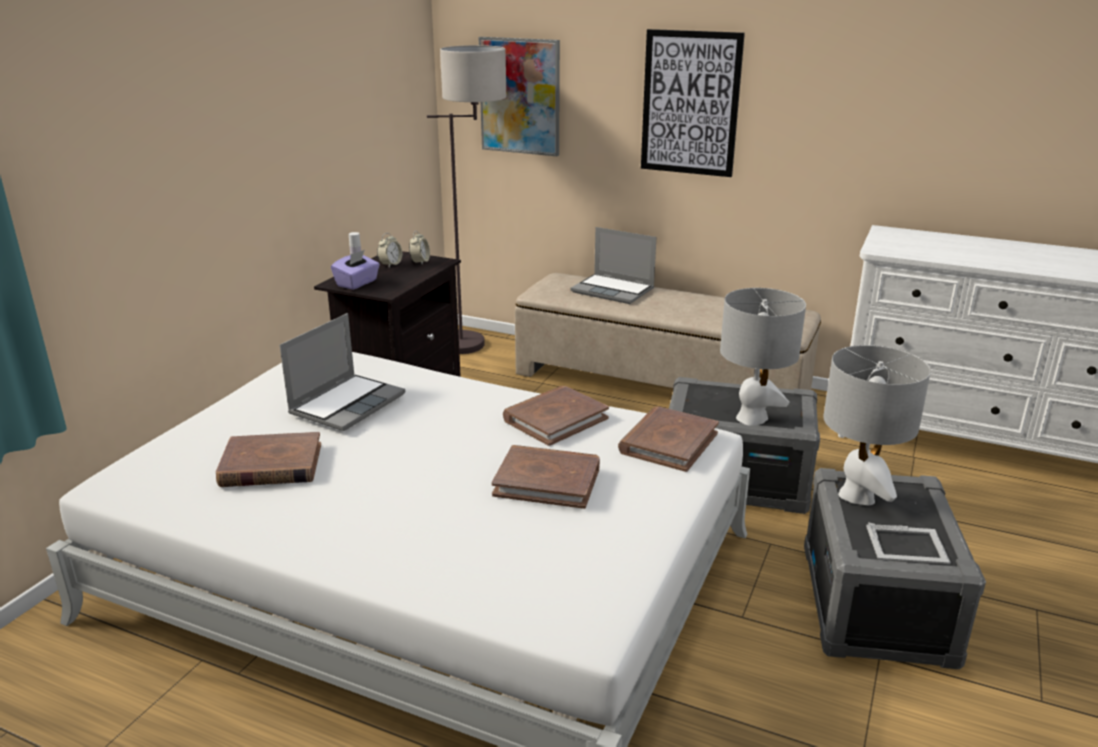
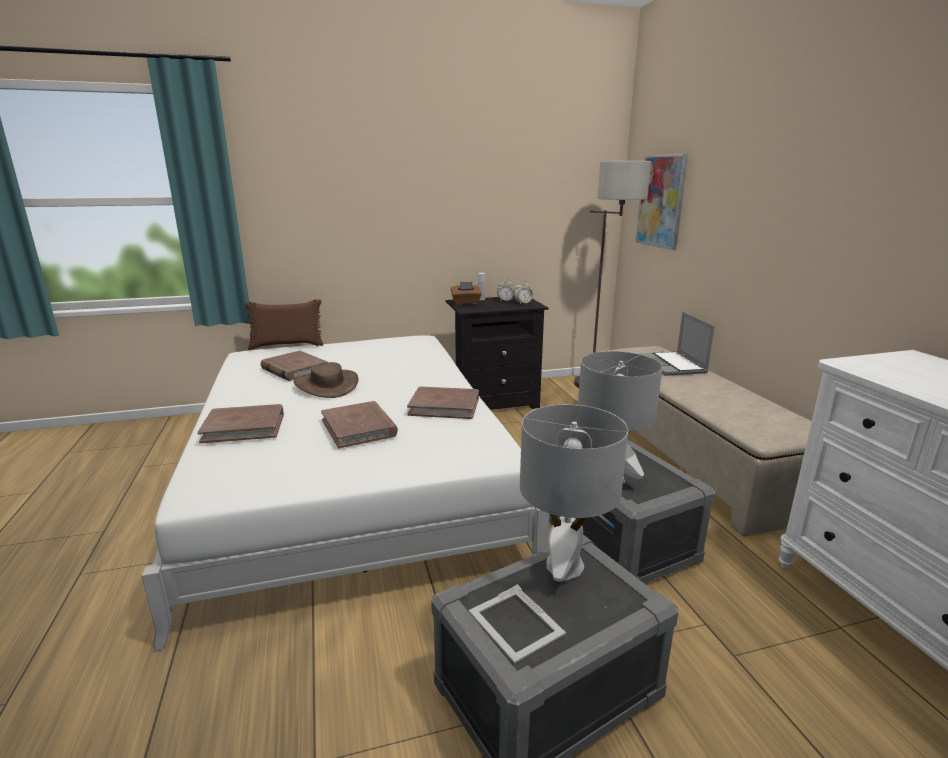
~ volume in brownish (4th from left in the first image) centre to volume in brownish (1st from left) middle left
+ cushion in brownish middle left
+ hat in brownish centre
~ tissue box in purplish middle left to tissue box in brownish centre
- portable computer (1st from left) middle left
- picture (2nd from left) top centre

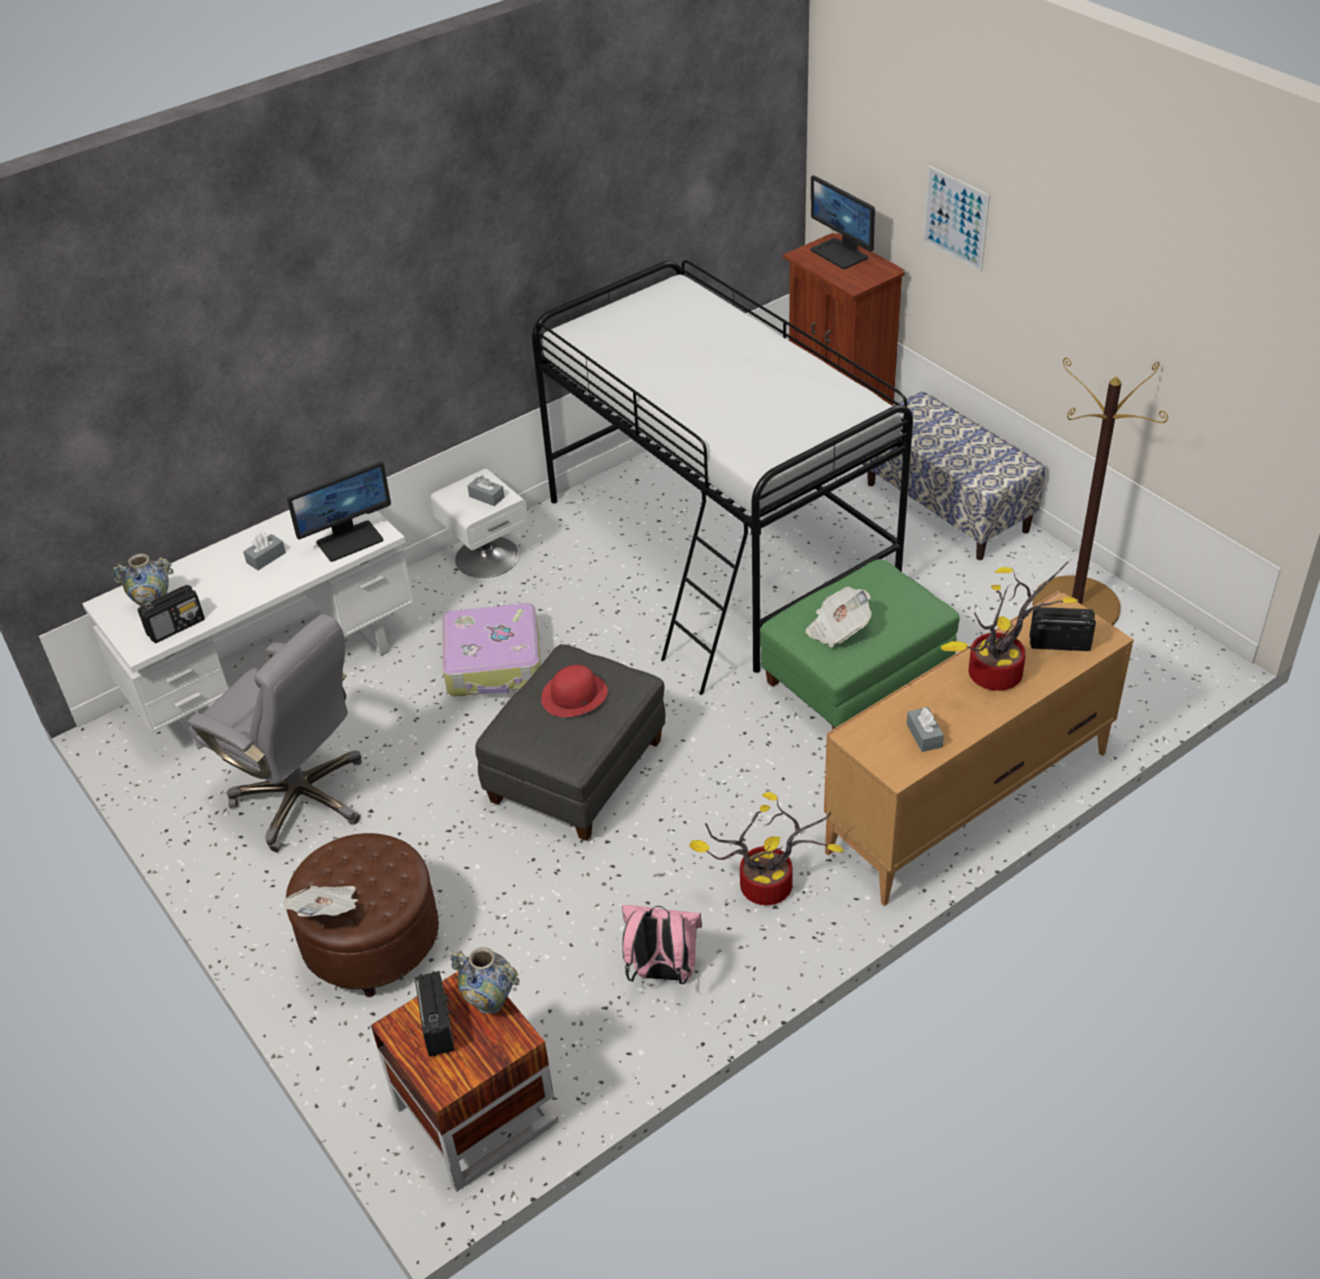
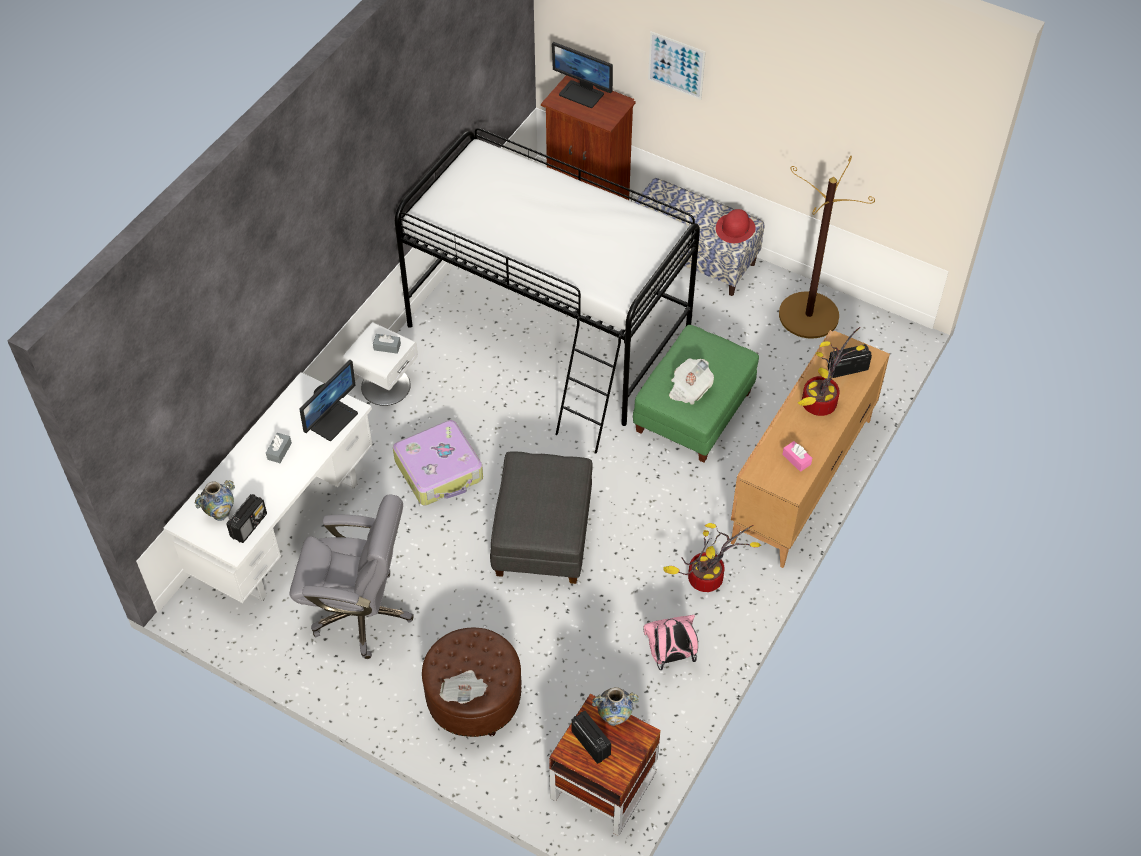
~ hat in red-coloured centre to top centre
~ tissue box in grey (3rd from left) middle right to tissue box in pinkish middle right

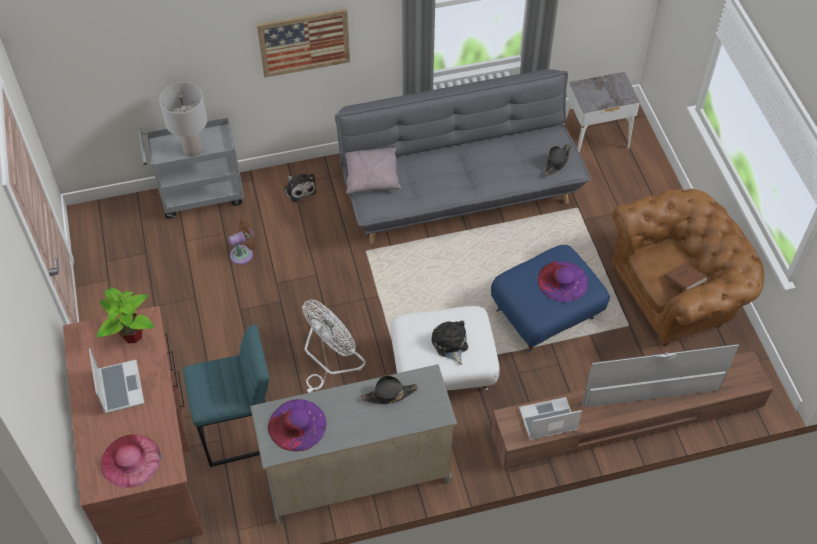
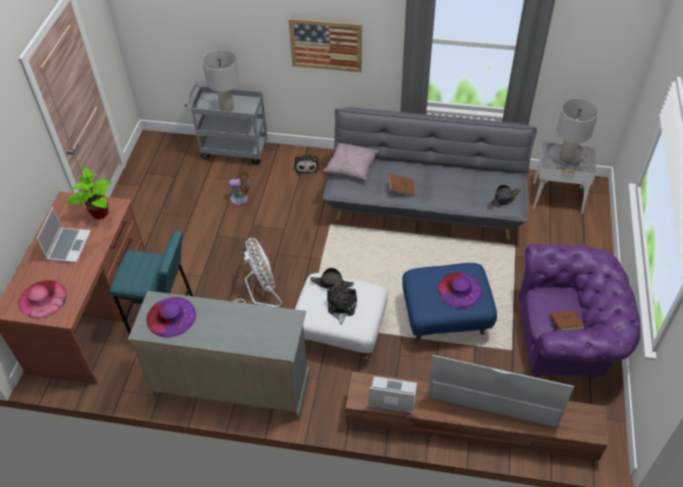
~ hat in black (1st from left) bottom centre to centre
+ volume in brownish (1st from left) centre
~ armchair in brownish middle right to armchair in purplish middle right
+ table lamp in grey (2nd from left) top right

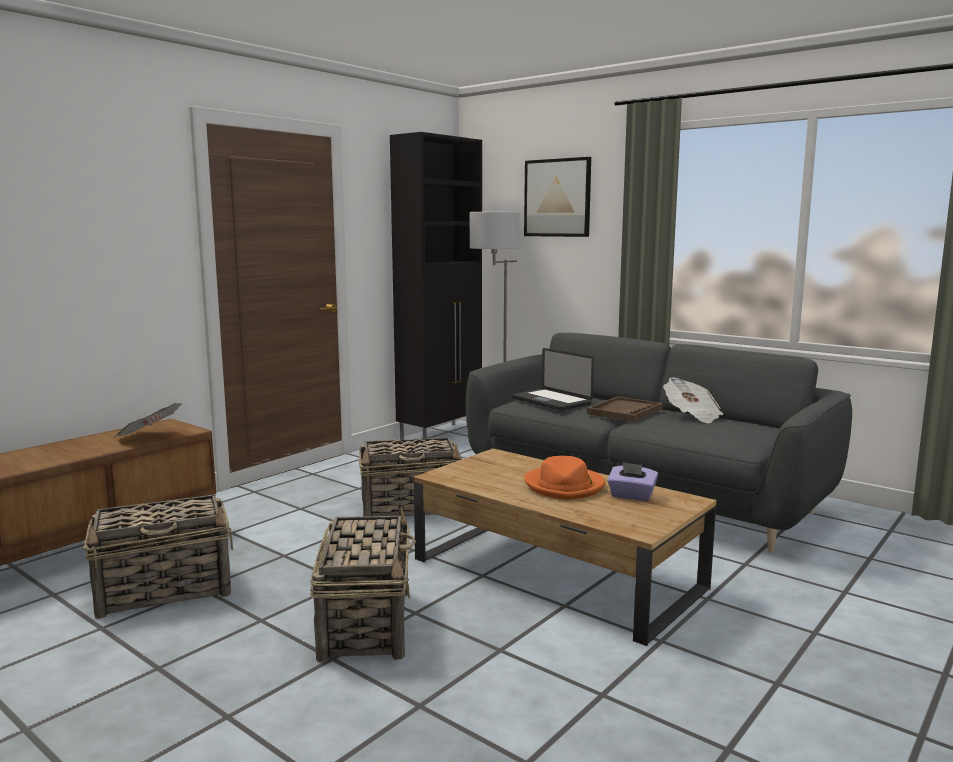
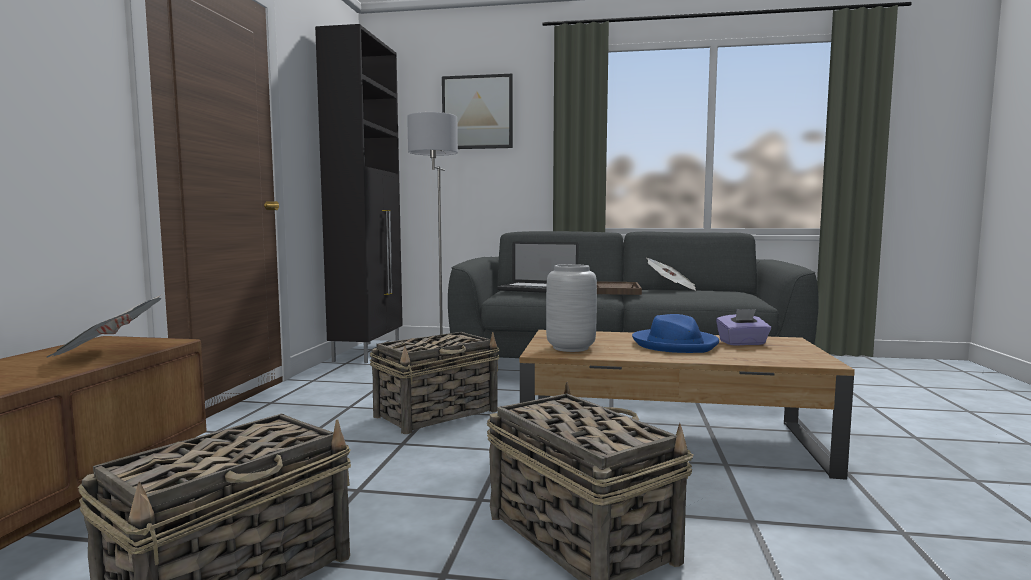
+ flower vase in grey centre
~ hat in orange-coloured centre to hat in blue-coloured centre

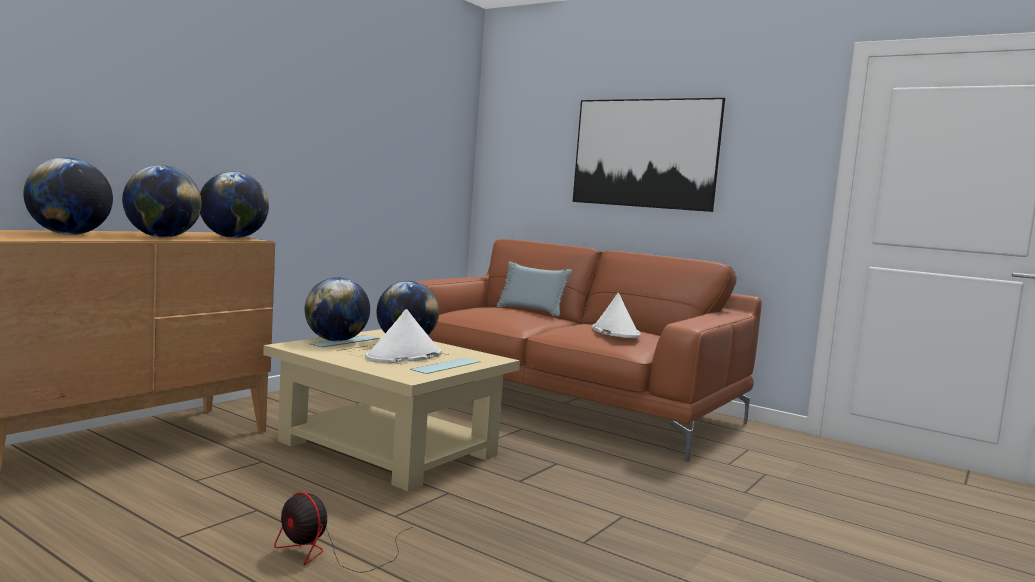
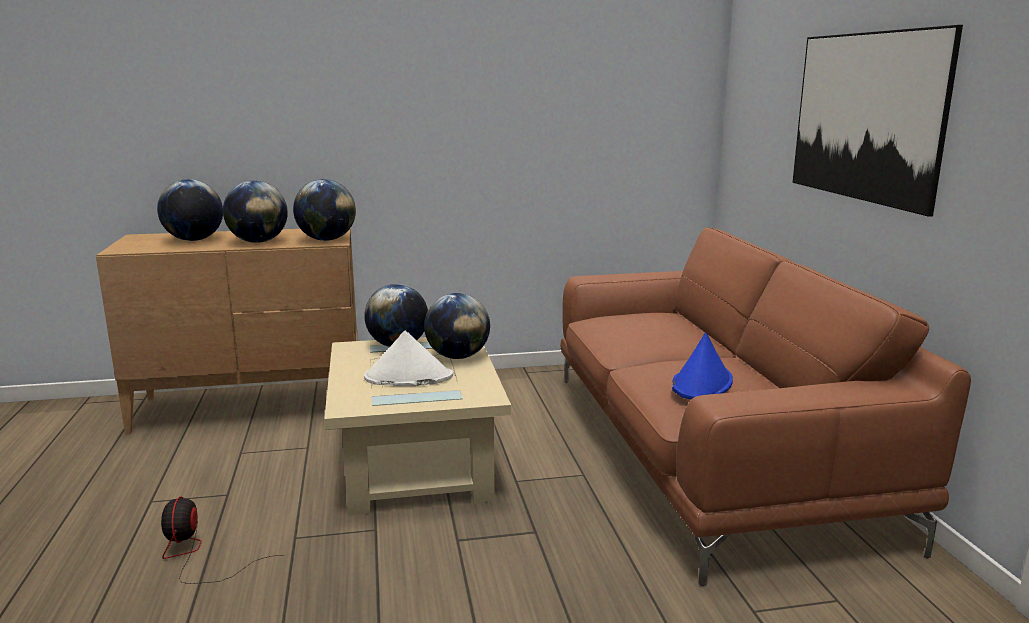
~ hat in white-coloured (2nd from left) centre to hat in blue-coloured middle right
- cushion in blue-coloured centre

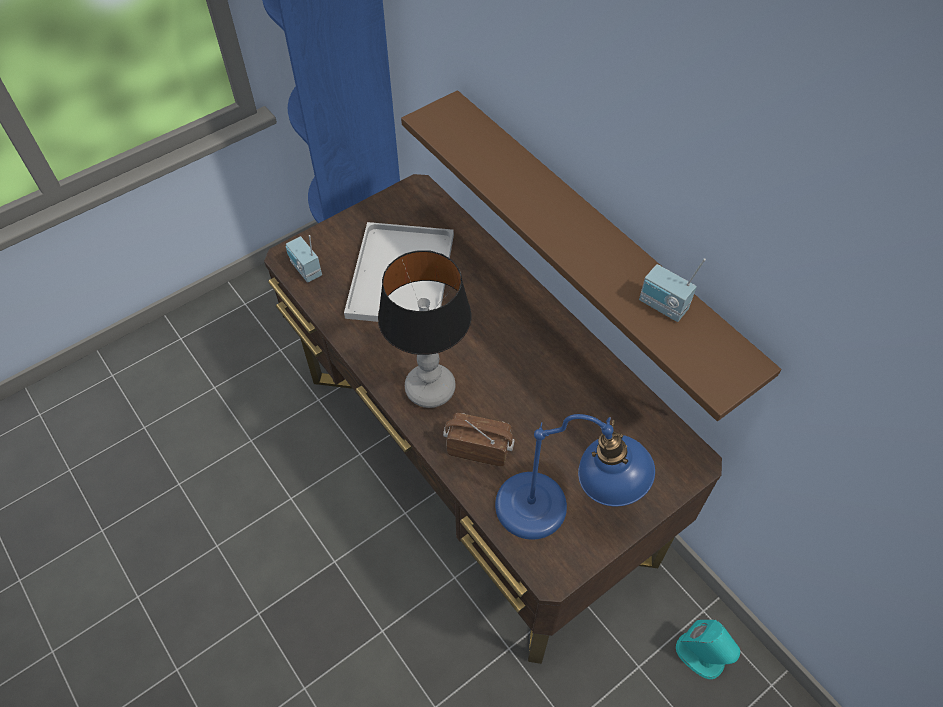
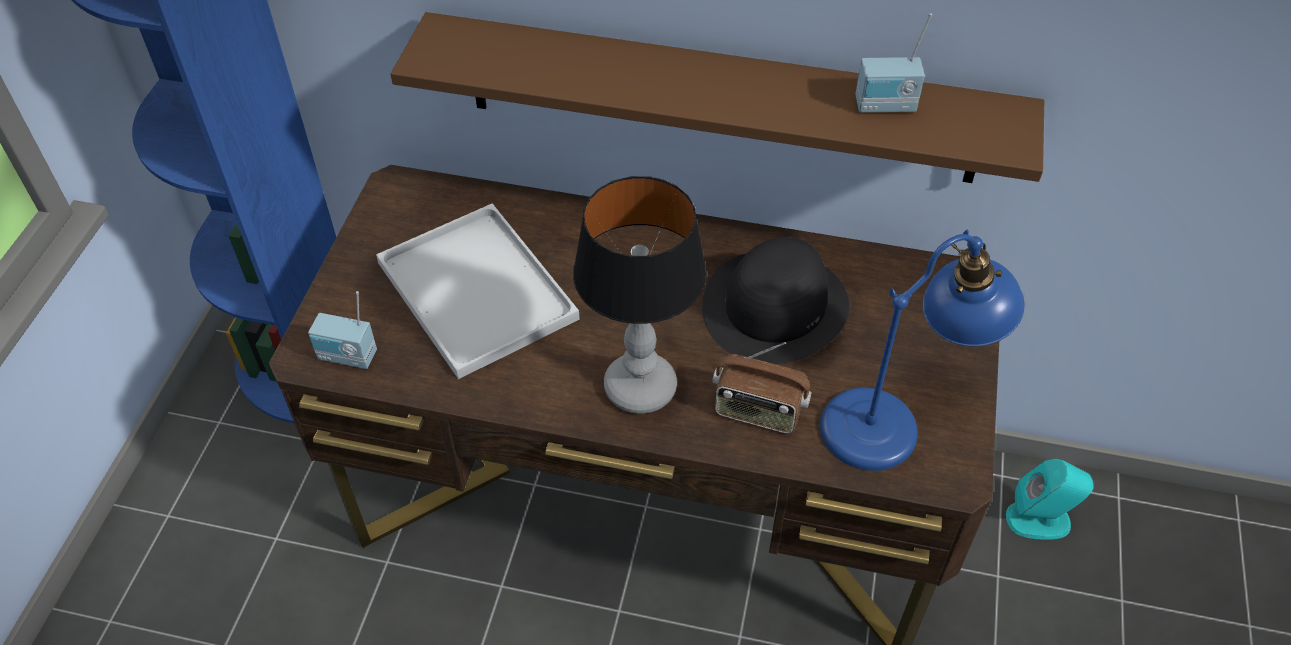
+ hat in black centre
~ radio set (2nd from left) centre = centre 135 degrees counterclockwise

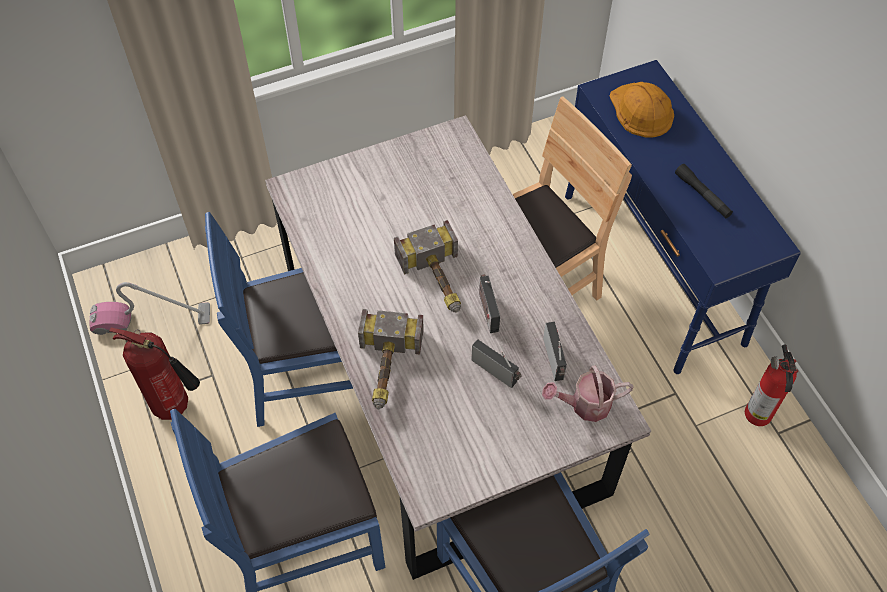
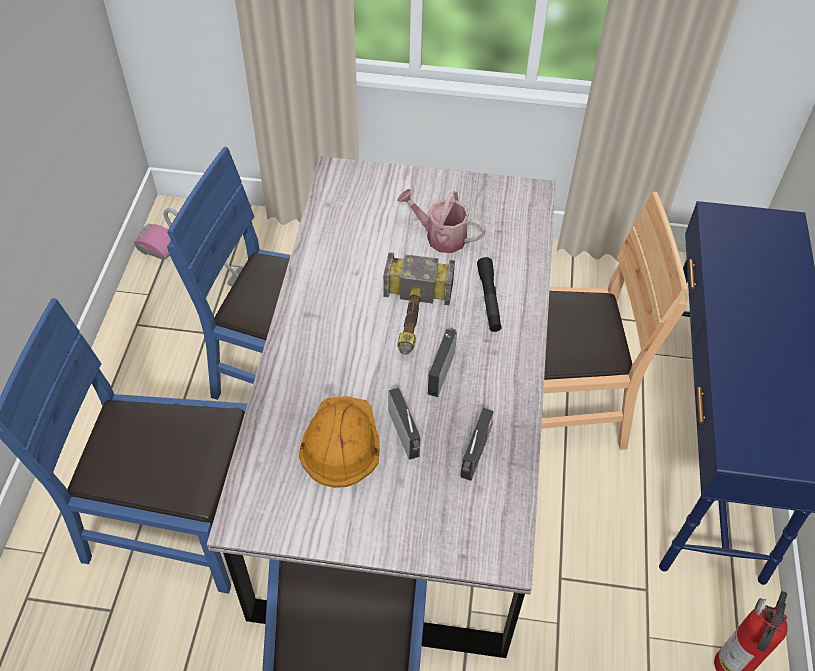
~ work helmet in orange-coloured top right to centre
~ sprinkling can centre to top centre
~ torch in black top right to centre
- fire-fighting cylinder (1st from left) middle left
- hand hammer (1st from left) centre

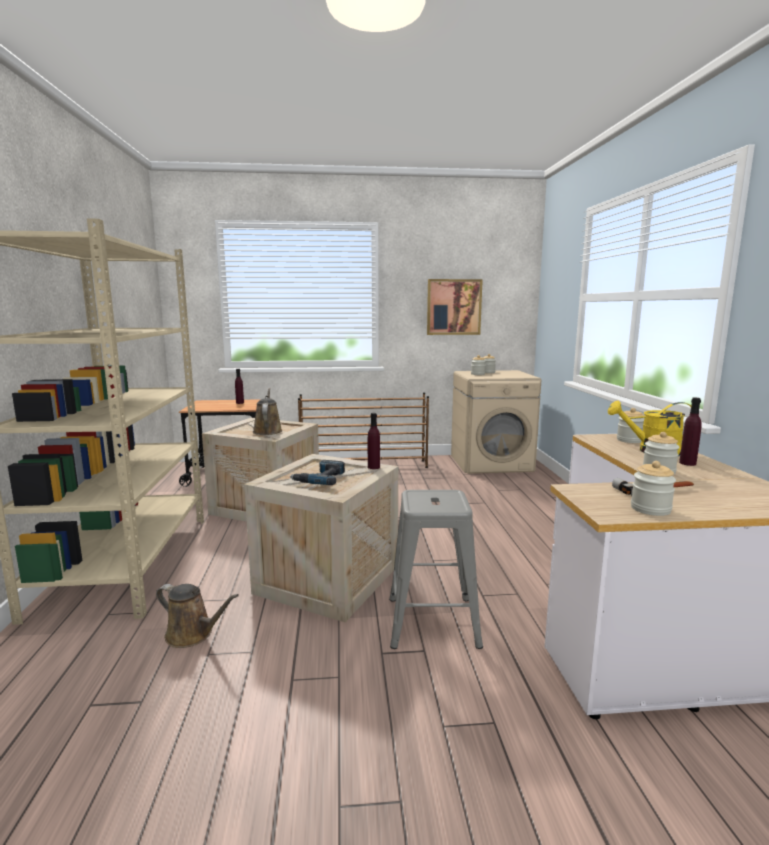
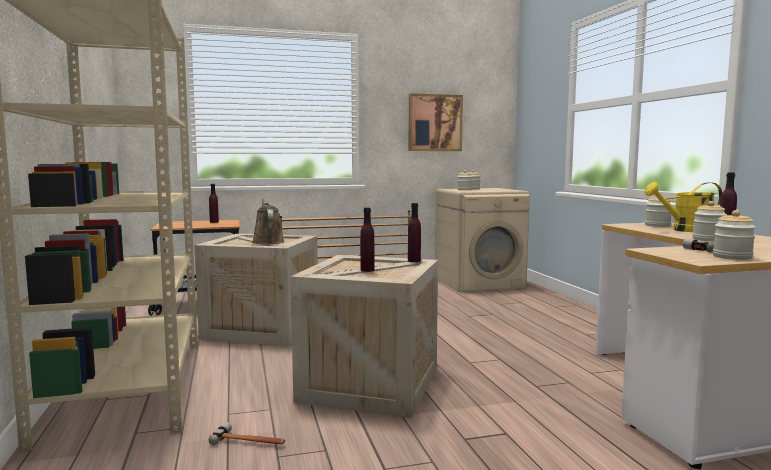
~ sprinkling can in brownish (1st from left) bottom left to hand hammer (1st from left) bottom left
~ drill centre to beverage bottle in purplish (2nd from left) centre
- sitting stool in grey bottom centre

